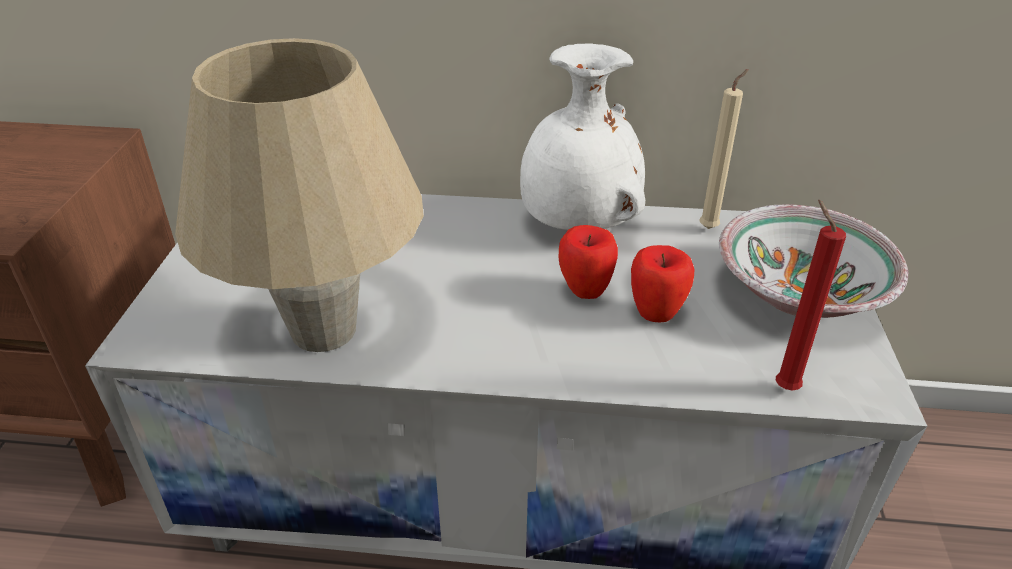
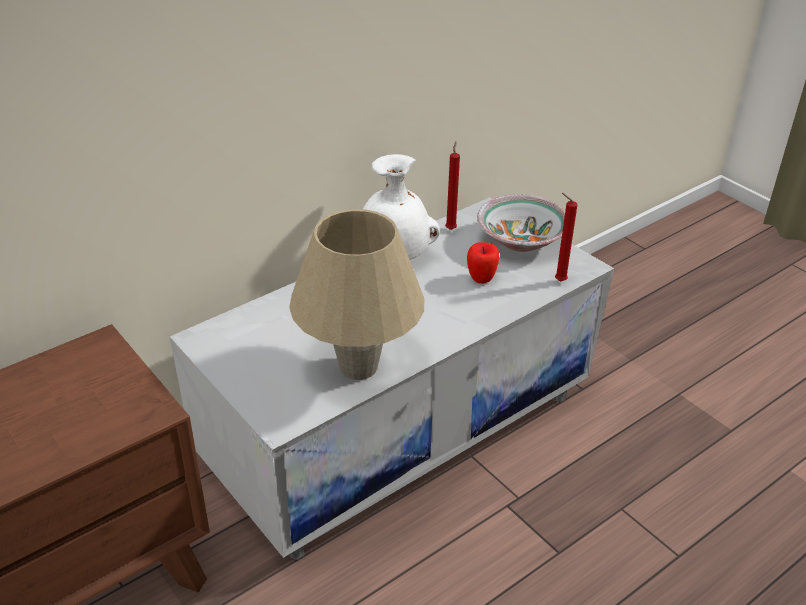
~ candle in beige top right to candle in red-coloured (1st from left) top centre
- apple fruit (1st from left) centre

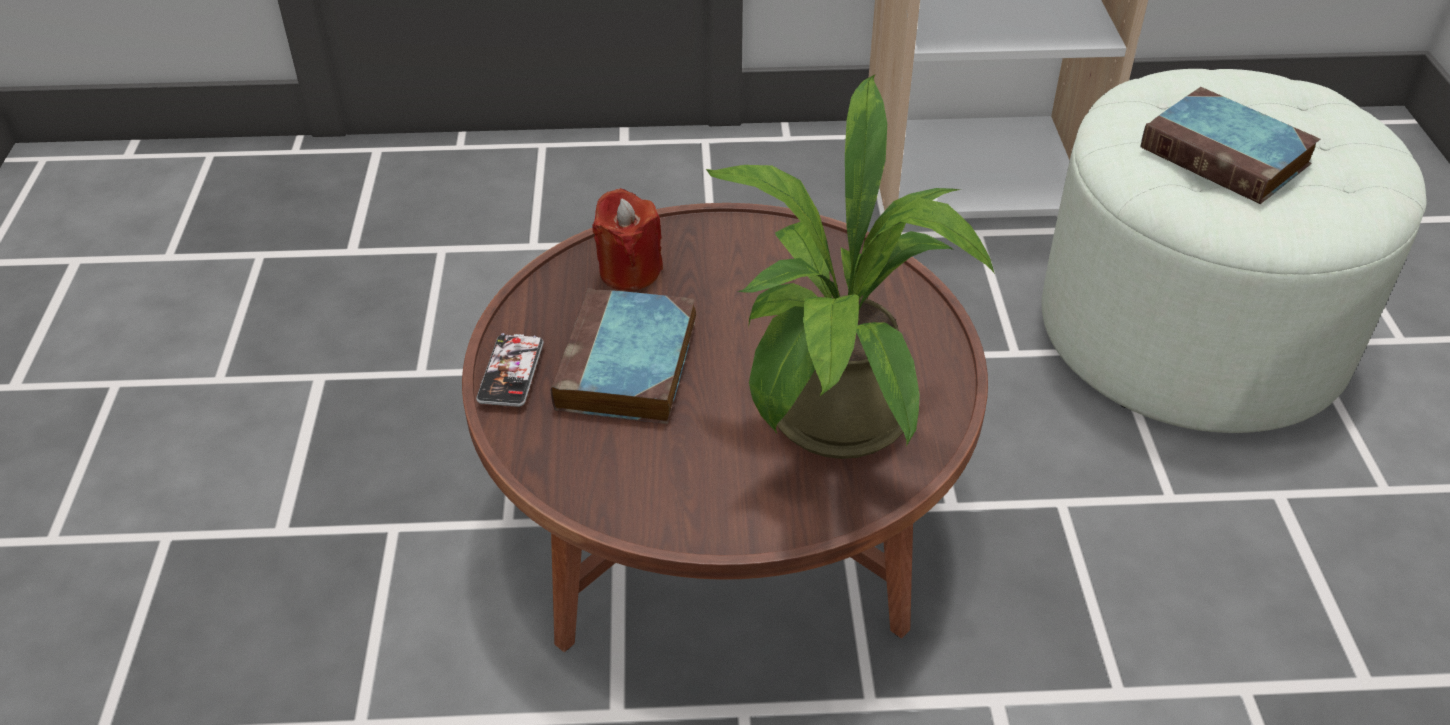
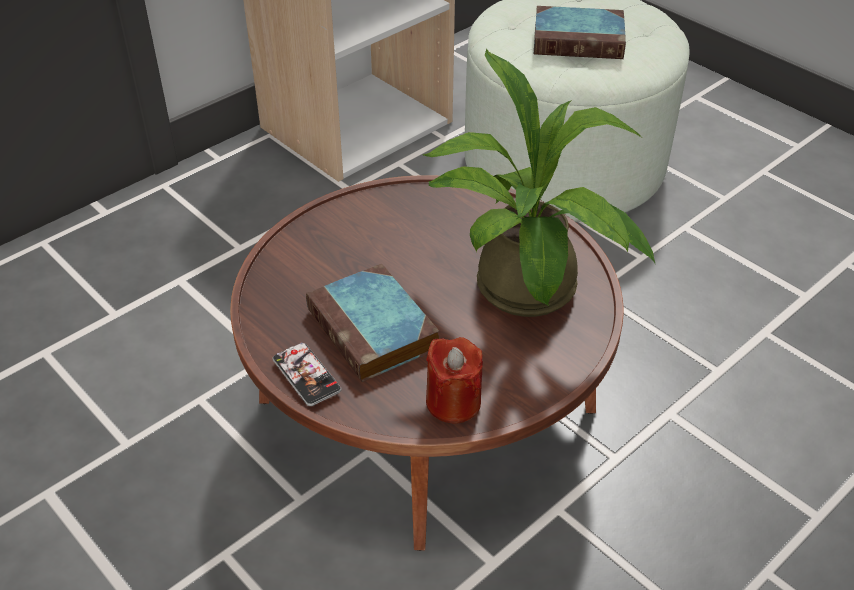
~ candle in red-coloured top centre to centre

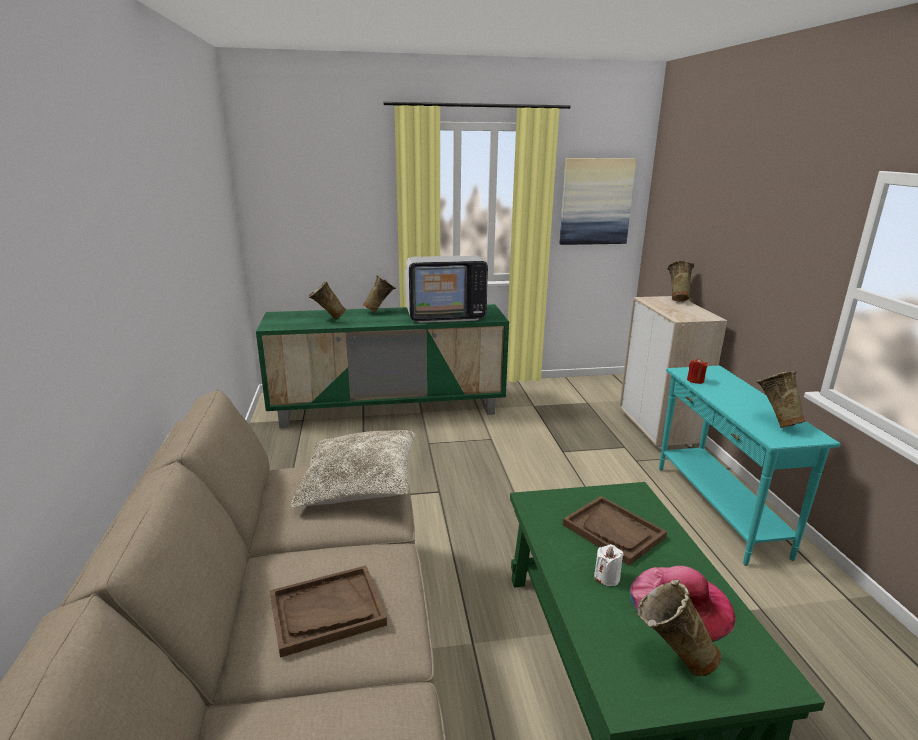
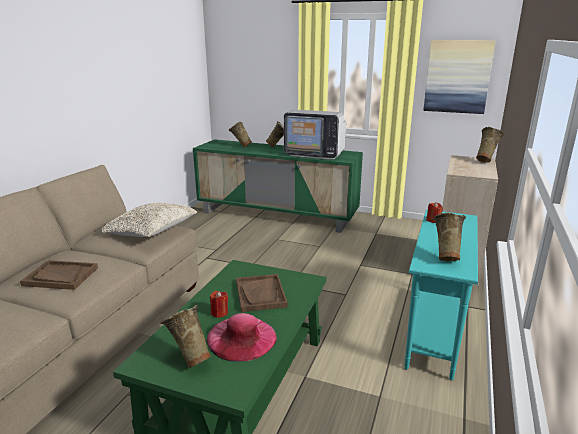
~ candle in white-coloured bottom centre to candle in red-coloured (1st from left) bottom centre

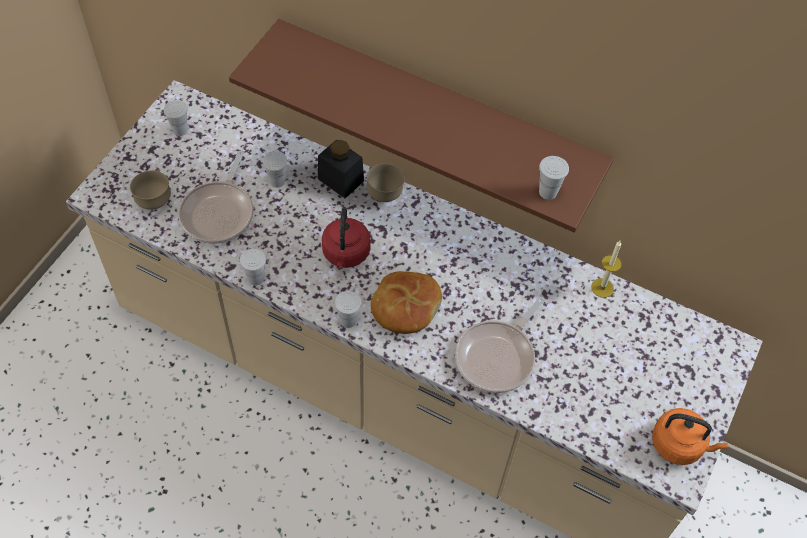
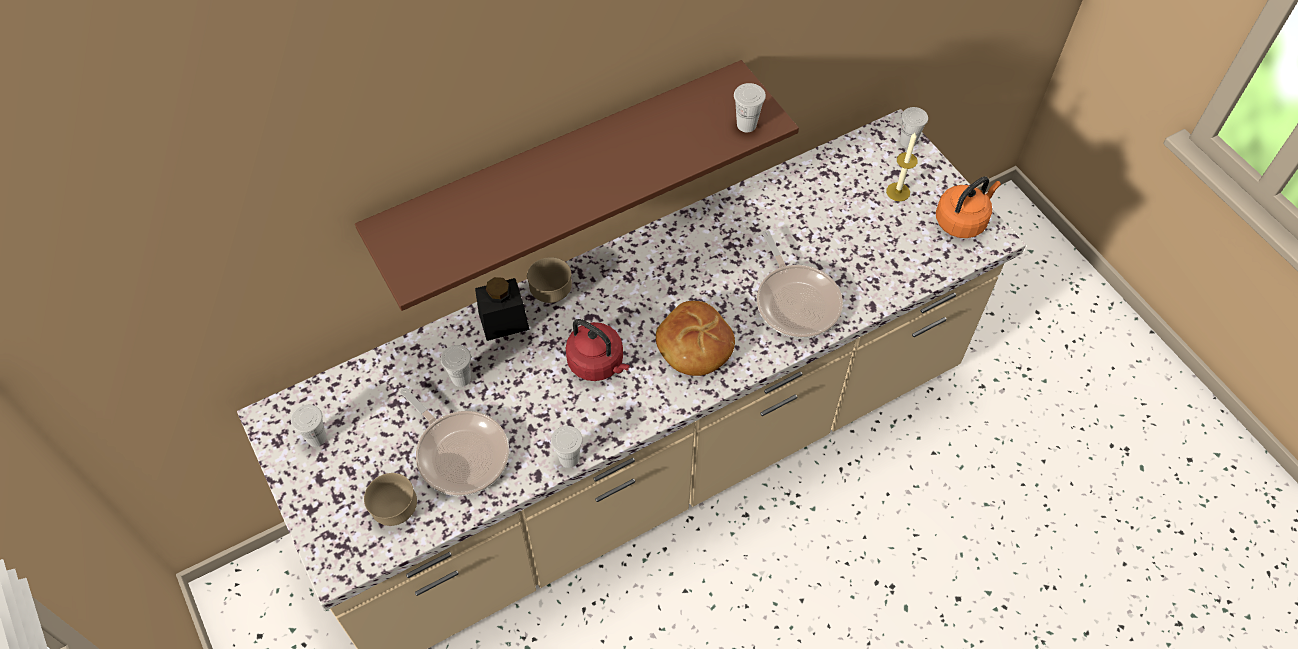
~ candle middle right to top right
~ drinking cup in white-coloured (4th from left in the first image) centre to drinking cup in white-coloured (5th from left) top right

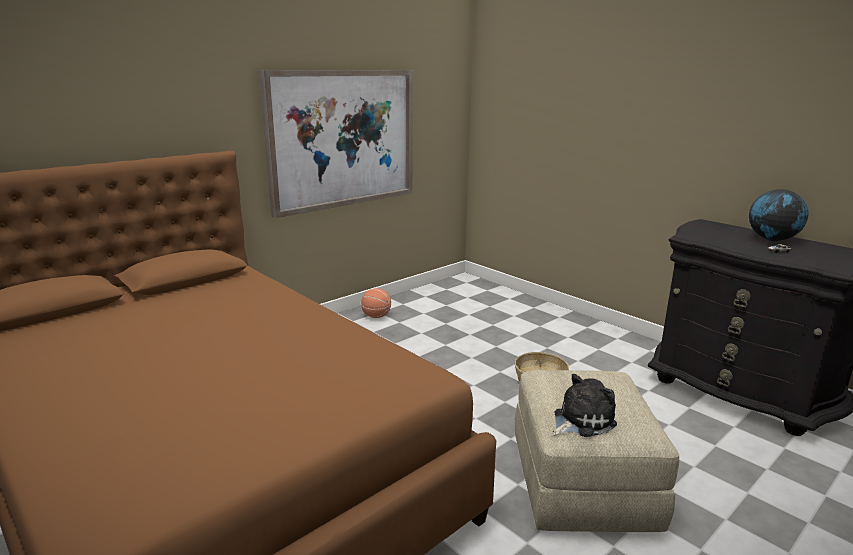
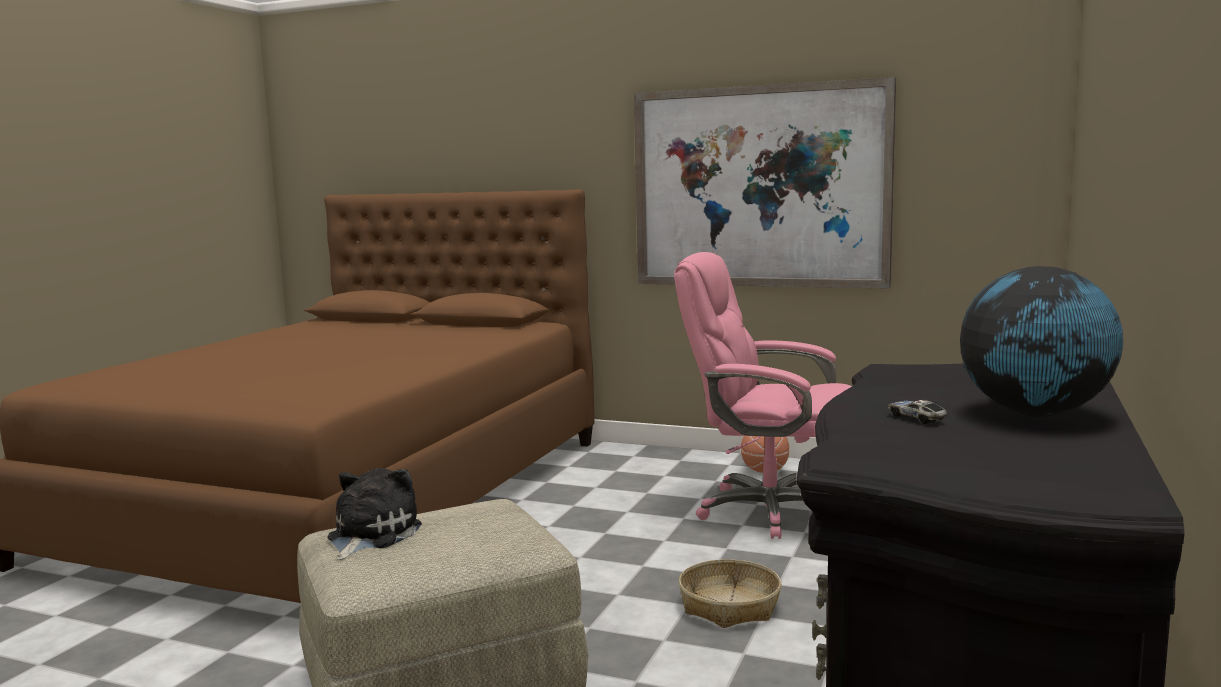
~ plush toy bottom right = bottom left 105 degrees counterclockwise
+ office chair in pinkish centre

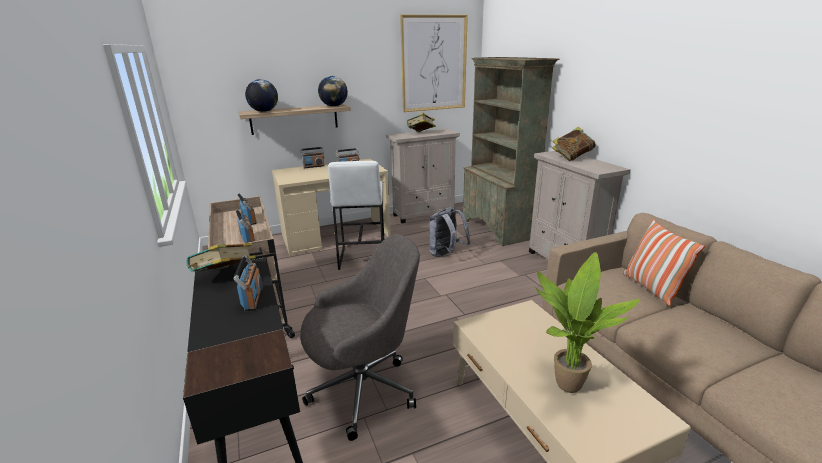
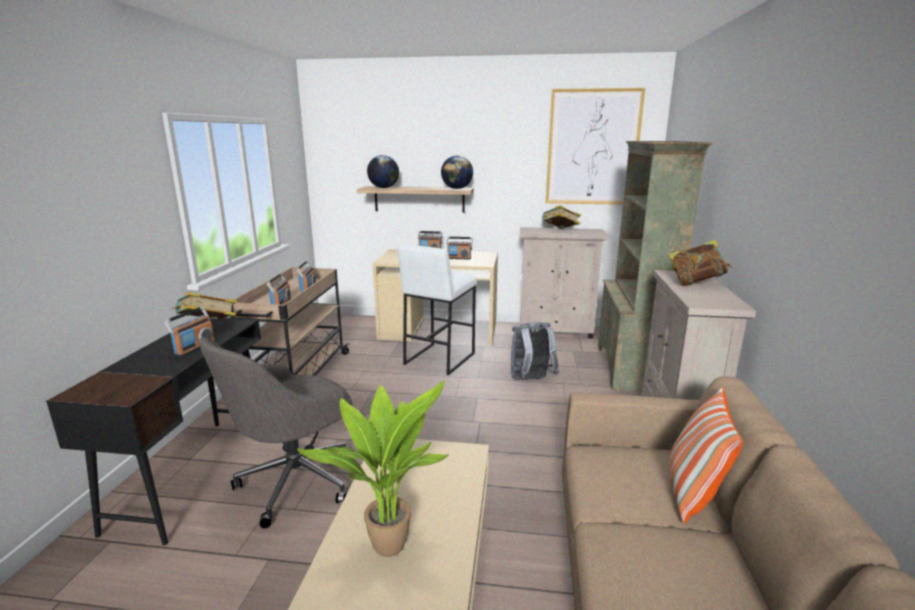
~ office chair in grey bottom centre = bottom left 120 degrees clockwise

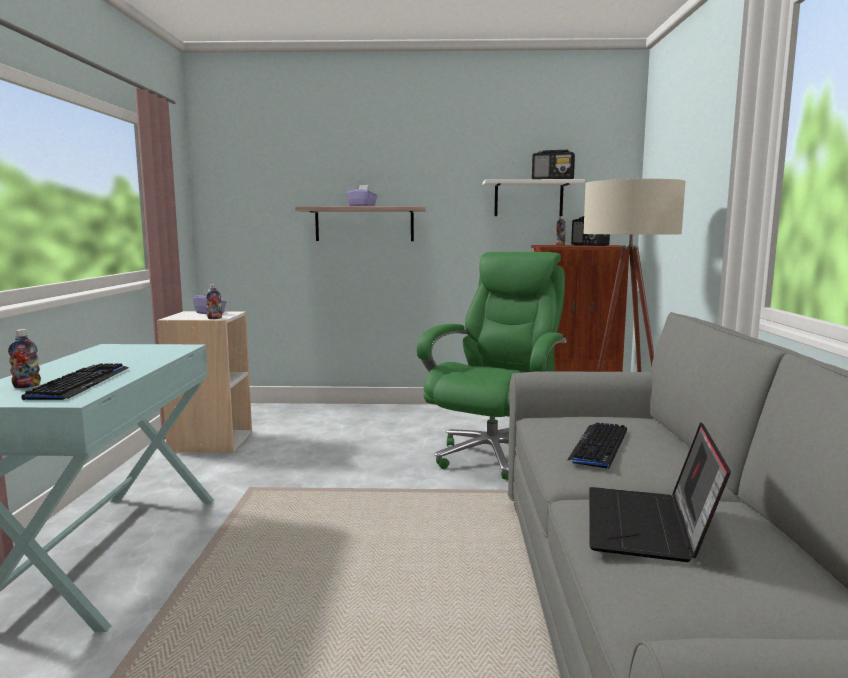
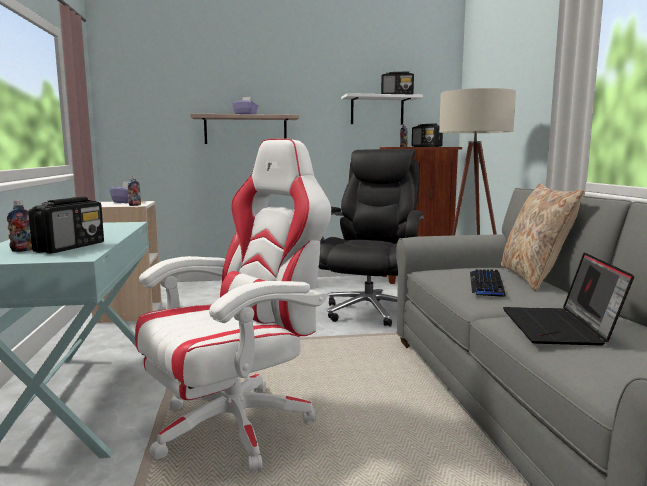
~ computer keyboard (1st from left) middle left to radio set (1st from left) middle left
+ office chair in white-coloured centre
~ office chair in green centre to office chair in black centre
+ cushion in beige middle right

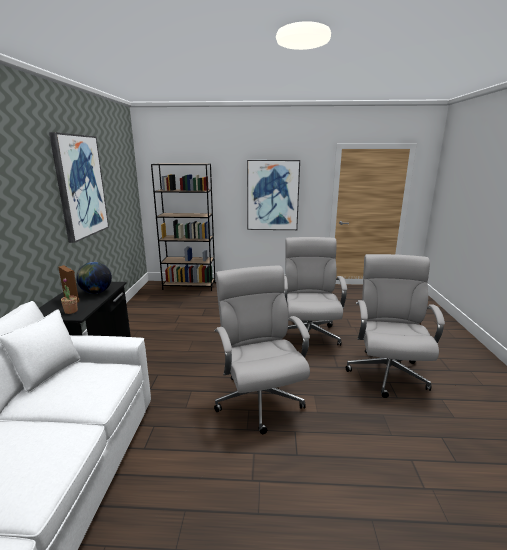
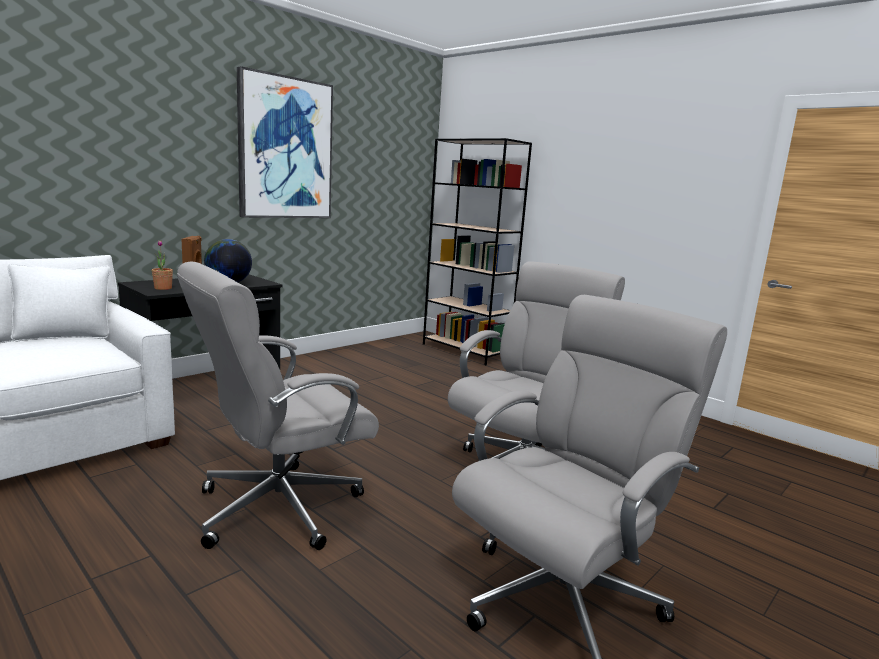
~ office chair in grey (1st from left) centre = middle left 150 degrees counterclockwise
- picture (2nd from left) centre

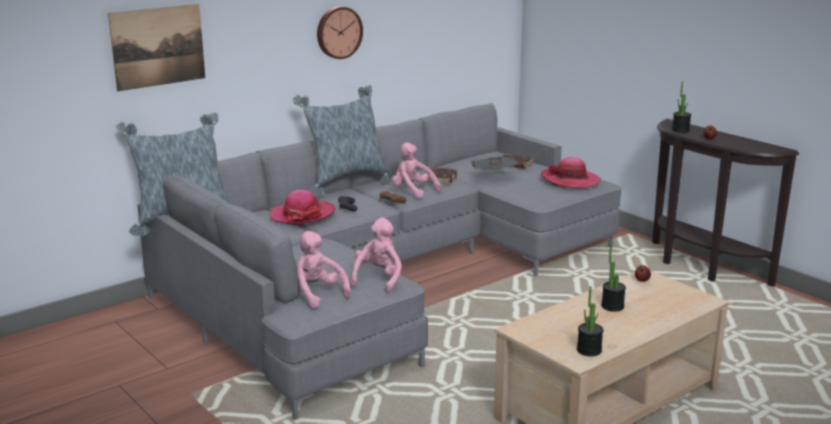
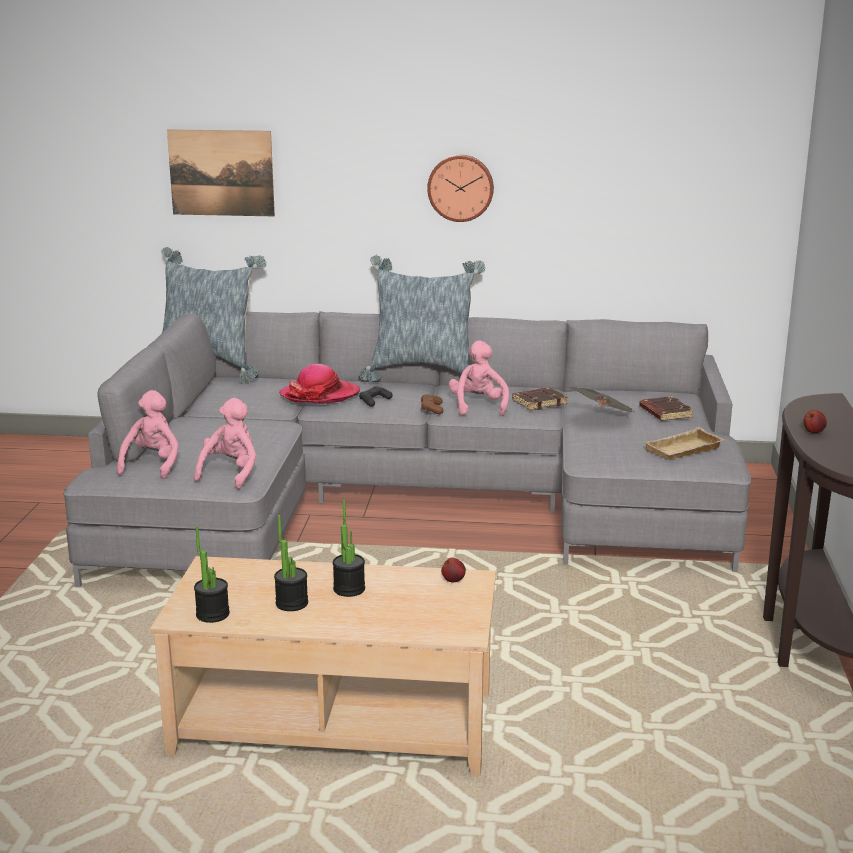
~ plush toy in pinkish (2nd from left) centre = middle left 45 degrees counterclockwise
~ plant in a pot (3rd from left in the first image) top right to plant in a pot (2nd from left) centre
~ hat (2nd from left) middle right to tray in beige middle right

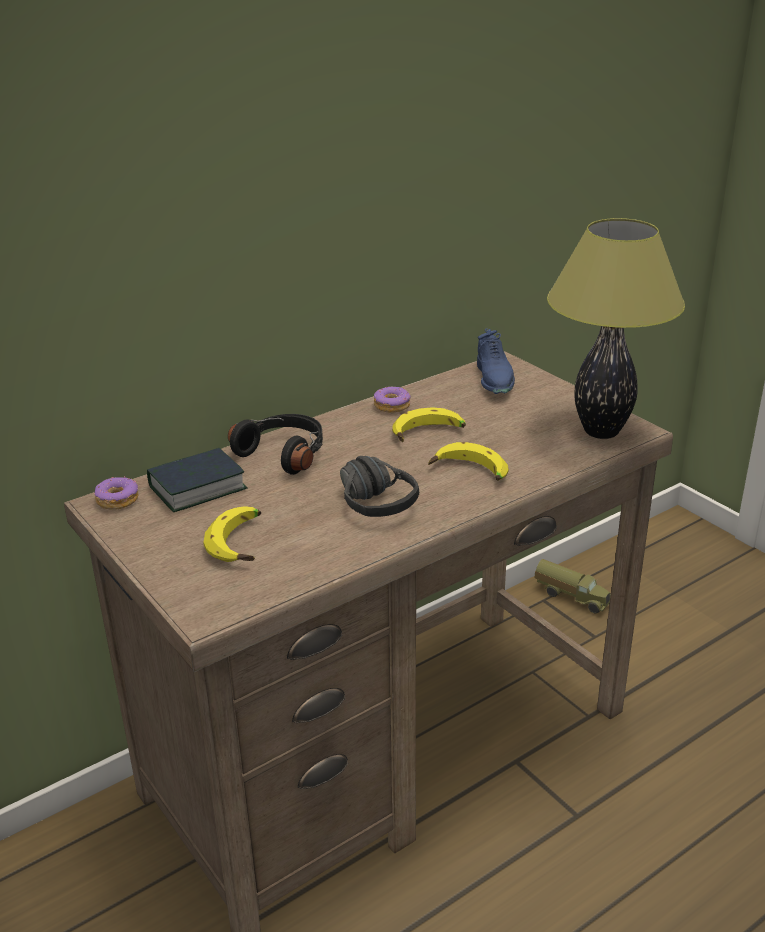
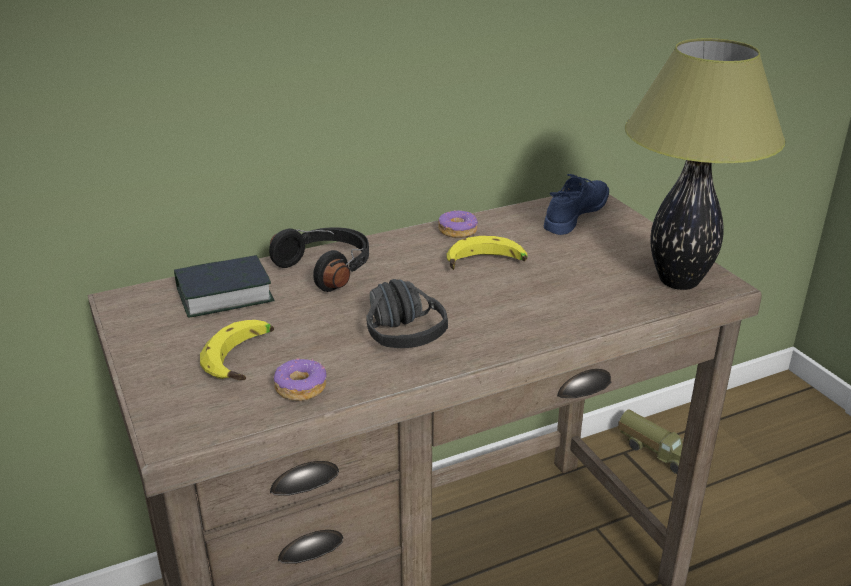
~ donut (1st from left) middle left to centre
~ low shoe in blue-coloured centre = middle right 150 degrees counterclockwise
- banana (3rd from left) centre

